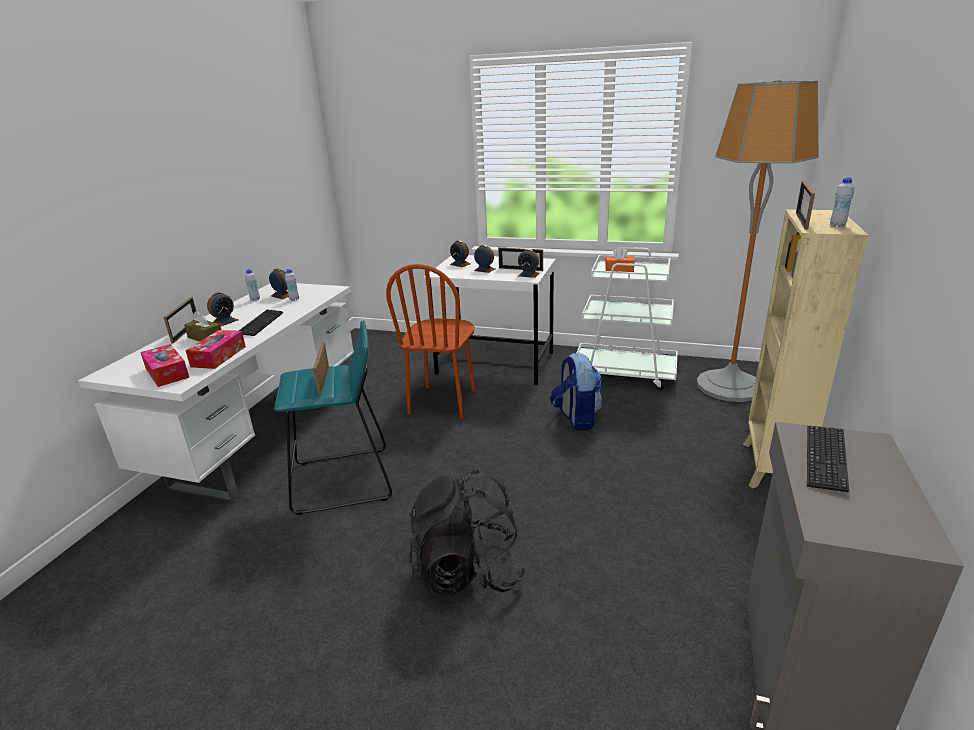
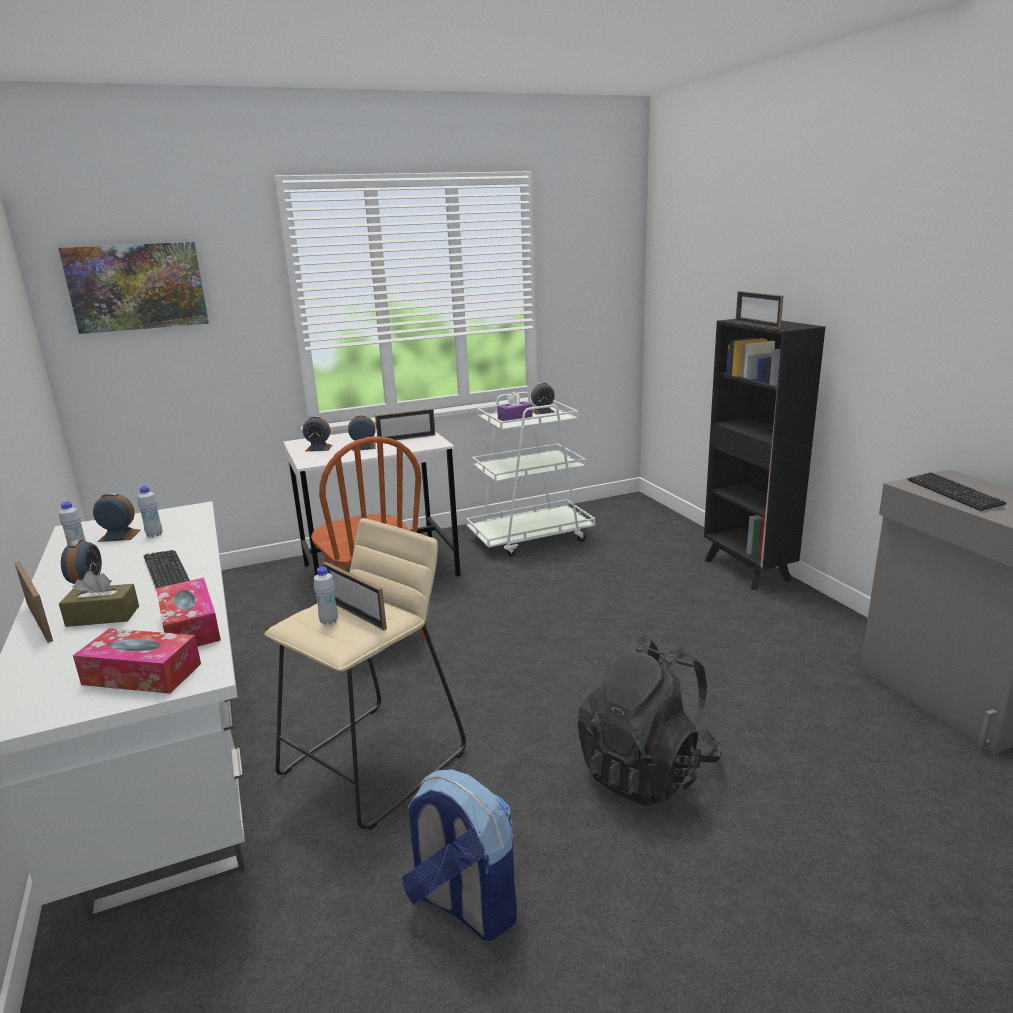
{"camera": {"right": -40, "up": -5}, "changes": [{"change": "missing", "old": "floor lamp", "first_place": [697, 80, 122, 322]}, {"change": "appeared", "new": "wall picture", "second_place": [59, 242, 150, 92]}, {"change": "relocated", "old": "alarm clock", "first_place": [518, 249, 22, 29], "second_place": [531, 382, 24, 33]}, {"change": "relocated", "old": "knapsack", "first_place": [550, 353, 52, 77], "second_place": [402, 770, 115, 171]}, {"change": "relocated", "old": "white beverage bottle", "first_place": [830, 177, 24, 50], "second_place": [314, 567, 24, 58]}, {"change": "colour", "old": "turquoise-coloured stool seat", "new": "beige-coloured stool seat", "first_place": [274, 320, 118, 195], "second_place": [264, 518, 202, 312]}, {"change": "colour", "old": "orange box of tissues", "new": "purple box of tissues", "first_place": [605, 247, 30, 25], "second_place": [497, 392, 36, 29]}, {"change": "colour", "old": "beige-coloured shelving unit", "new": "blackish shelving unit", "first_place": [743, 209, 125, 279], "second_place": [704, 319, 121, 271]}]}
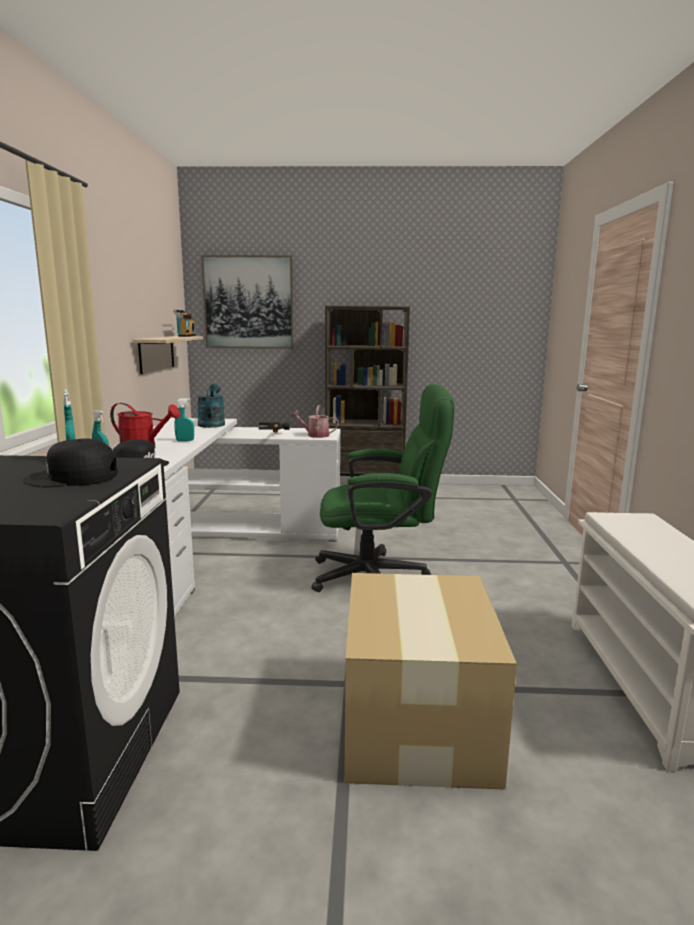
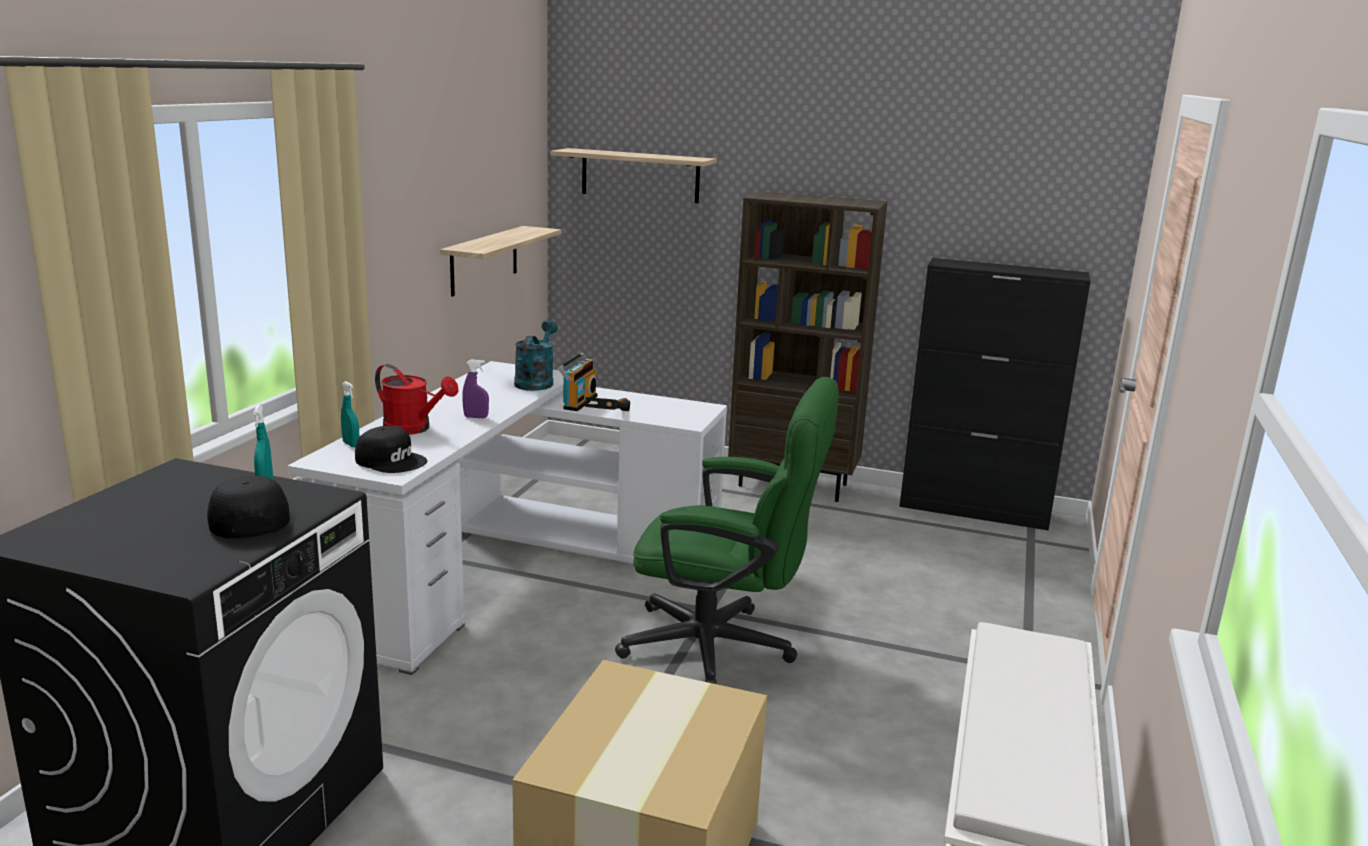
{"camera": {"right": 15, "up": 5}, "changes": [{"change": "missing", "old": "watering can", "first_place": [291, 405, 48, 33]}, {"change": "appeared", "new": "blackish cupboard", "second_place": [899, 258, 192, 272]}, {"change": "relocated", "old": "radio", "first_place": [173, 310, 23, 27], "second_place": [558, 353, 39, 58]}, {"change": "exchanged", "old": "wall picture", "new": "wall shelf", "first_place": [201, 255, 93, 94], "second_place": [551, 148, 166, 55]}, {"change": "colour", "old": "turquoise-coloured hand sprayer", "new": "purple hand sprayer", "first_place": [174, 398, 20, 43], "second_place": [462, 360, 27, 58]}, {"change": "spun", "old": "blackish peaked cap", "first_place": [23, 438, 95, 49], "second_place": [207, 476, 83, 62], "degrees": 60}]}
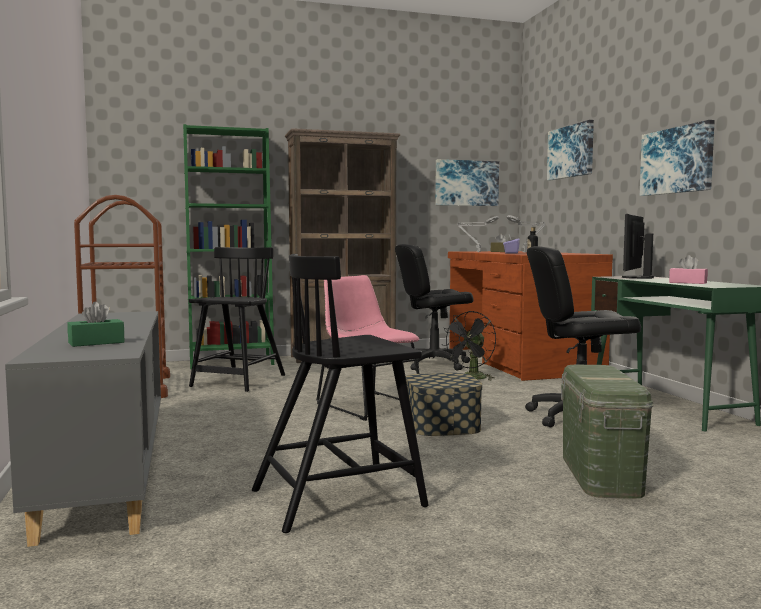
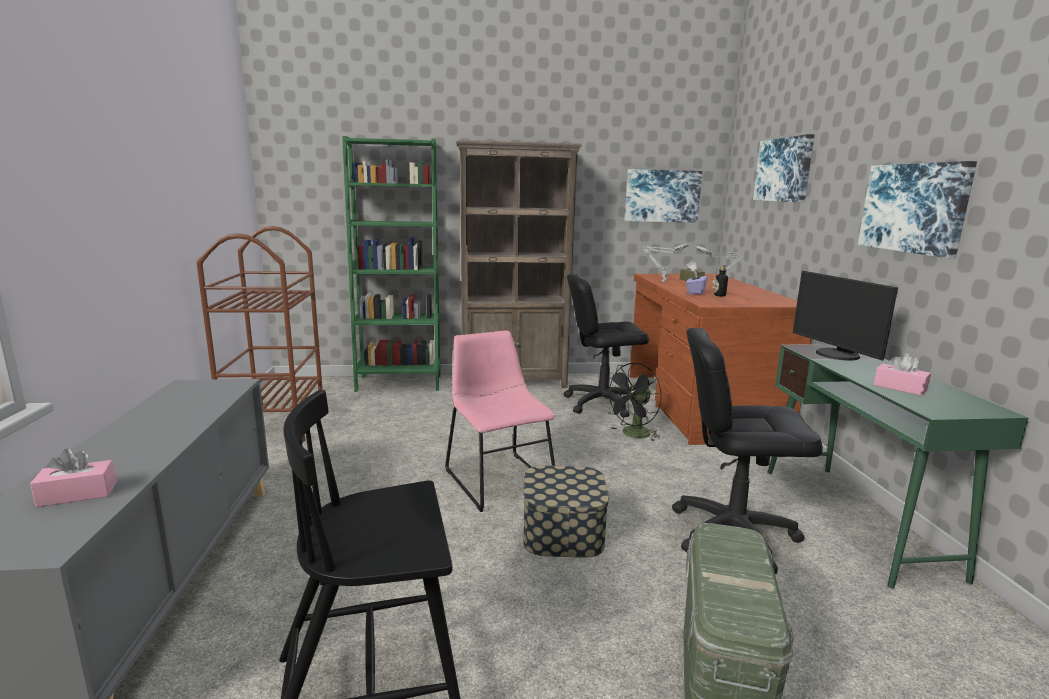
{"camera": {"right": 10, "up": 10}, "changes": [{"change": "missing", "old": "blackish plain chair", "first_place": [189, 247, 96, 145]}, {"change": "colour", "old": "greenish box of tissues", "new": "pink box of tissues", "first_place": [67, 302, 58, 45], "second_place": [30, 449, 86, 58]}, {"change": "spun", "old": "computer display", "first_place": [621, 214, 33, 65], "second_place": [793, 271, 105, 90], "degrees": -60}]}
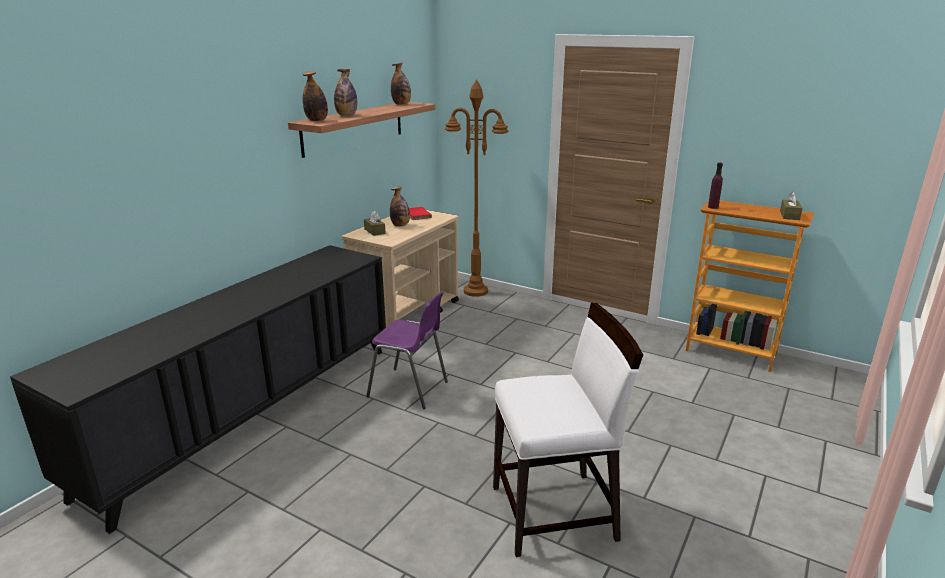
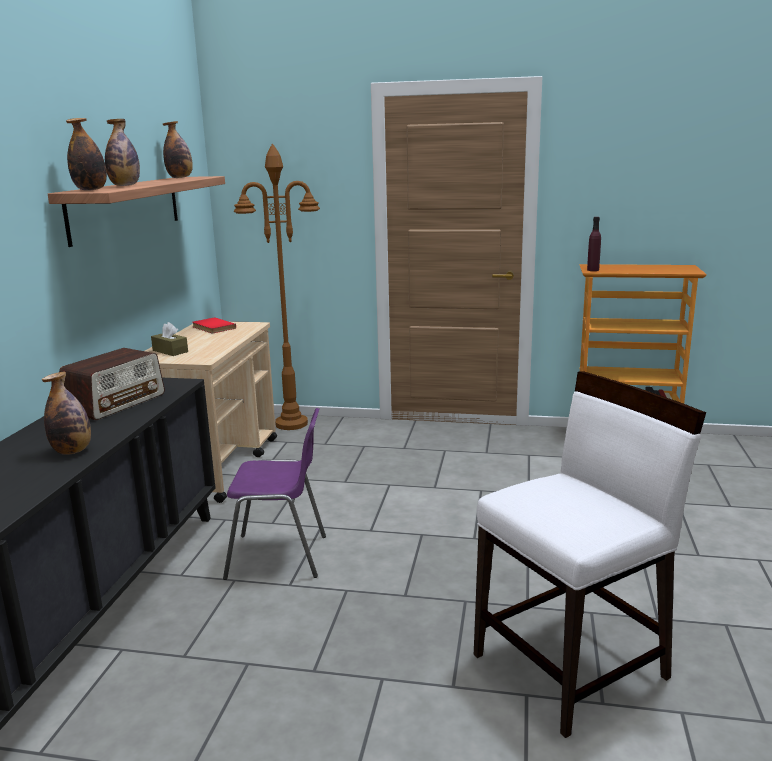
{"camera": {"right": -20, "up": -5}, "changes": [{"change": "missing", "old": "brown-coloured box of tissues", "first_place": [780, 192, 23, 28]}, {"change": "appeared", "new": "radio", "second_place": [59, 348, 106, 72]}, {"change": "relocated", "old": "beverage bottle", "first_place": [390, 186, 20, 41], "second_place": [42, 372, 49, 83]}]}
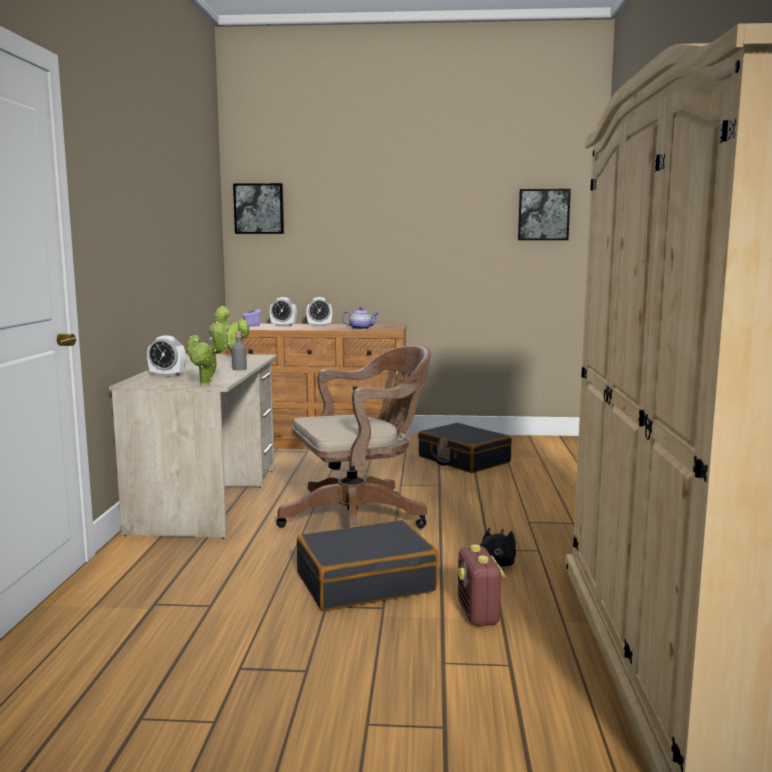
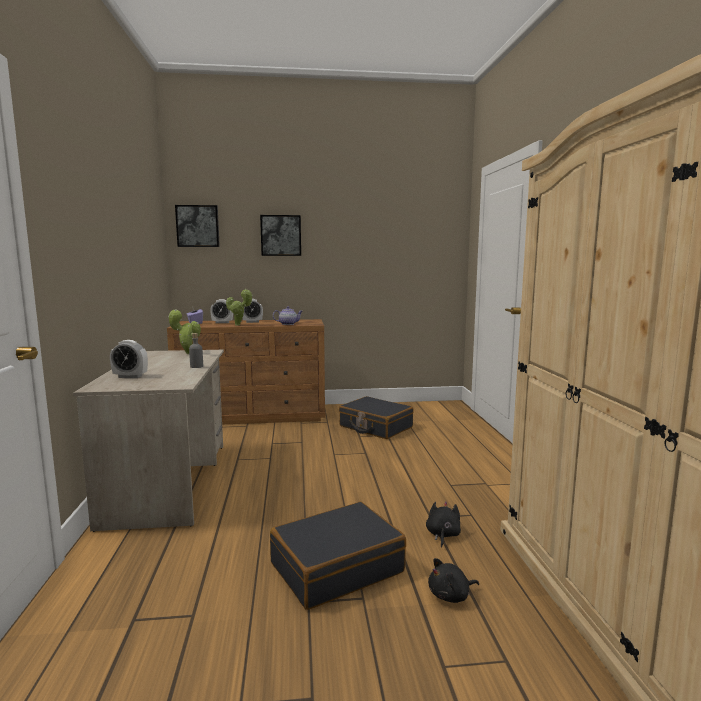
{"camera": {"right": -10, "up": 0}, "changes": [{"change": "missing", "old": "brown-coloured computer chair", "first_place": [276, 345, 155, 184]}, {"change": "relocated", "old": "plant in a pot", "first_place": [187, 322, 42, 64], "second_place": [226, 289, 27, 37]}, {"change": "relocated", "old": "wall picture", "first_place": [517, 189, 54, 51], "second_place": [260, 215, 41, 41]}, {"change": "exchanged", "old": "radio", "new": "blackish plush toy", "first_place": [458, 544, 47, 82], "second_place": [428, 558, 51, 45]}]}
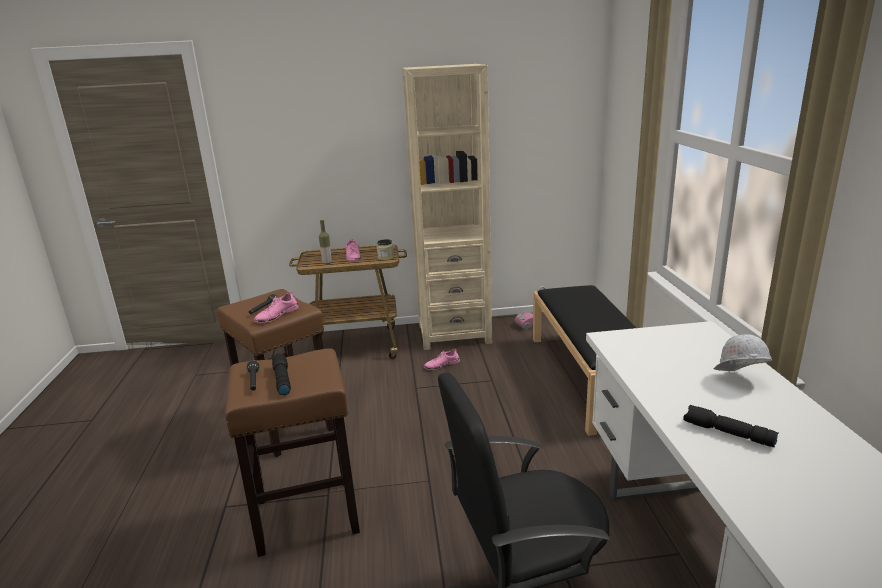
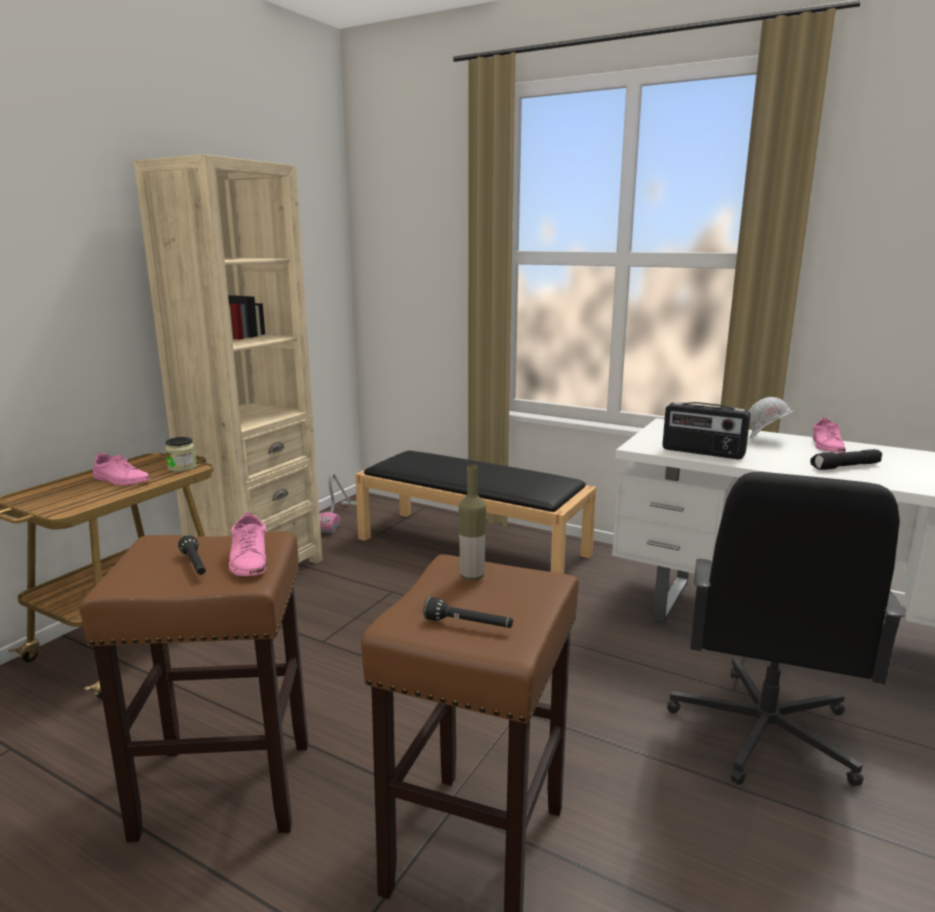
{"camera": {"right": -55, "up": -5}, "changes": [{"change": "missing", "old": "blackish torch", "first_place": [272, 353, 19, 42]}, {"change": "appeared", "new": "radio", "second_place": [662, 402, 88, 57]}, {"change": "relocated", "old": "beverage bottle", "first_place": [319, 220, 13, 45], "second_place": [459, 465, 27, 116]}, {"change": "relocated", "old": "pink shoe", "first_place": [424, 349, 36, 21], "second_place": [813, 417, 33, 36]}]}
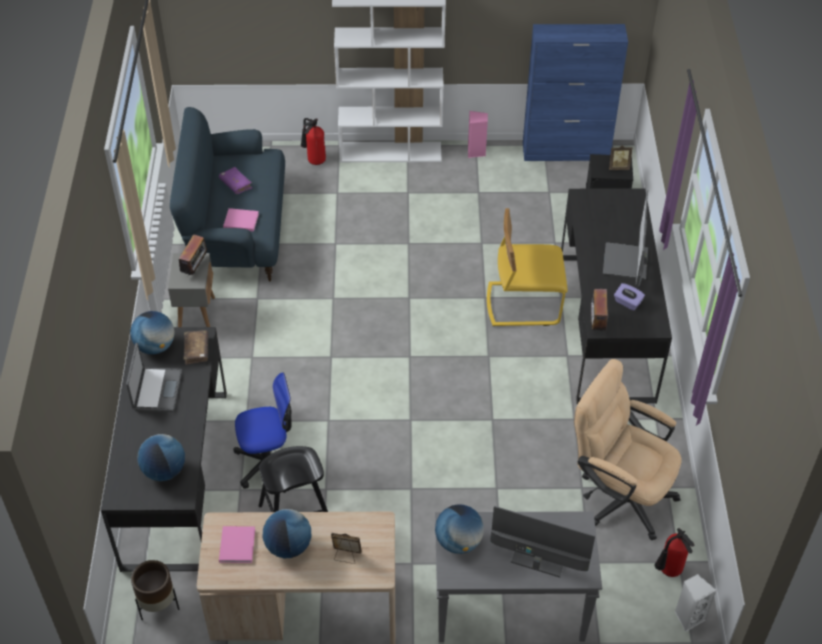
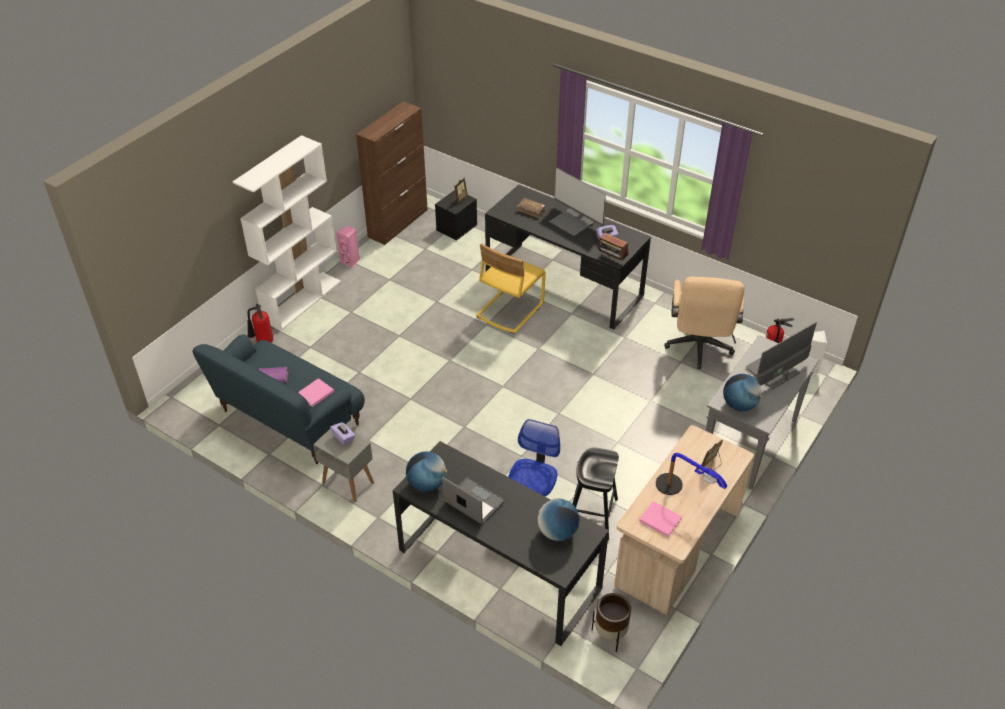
{"camera": {"right": -55, "up": -5}, "changes": [{"change": "relocated", "old": "brown-coloured volume", "first_place": [184, 330, 24, 35], "second_place": [517, 198, 29, 21]}, {"change": "exchanged", "old": "radio", "new": "purple box of tissues", "first_place": [179, 234, 29, 42], "second_place": [330, 422, 25, 24]}, {"change": "exchanged", "old": "world globe", "new": "lamp for a table", "first_place": [263, 509, 48, 49], "second_place": [656, 453, 71, 42]}, {"change": "colour", "old": "blue-coloured cupboard", "new": "brown-coloured cupboard", "first_place": [523, 24, 105, 137], "second_place": [356, 101, 72, 144]}, {"change": "spun", "old": "beige-coloured computer chair", "first_place": [574, 359, 108, 181], "second_place": [664, 277, 80, 92], "degrees": -60}]}
